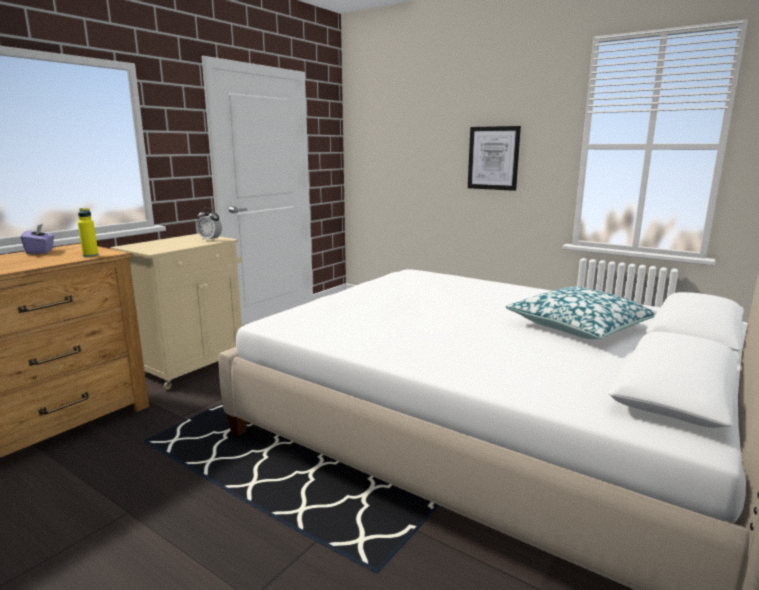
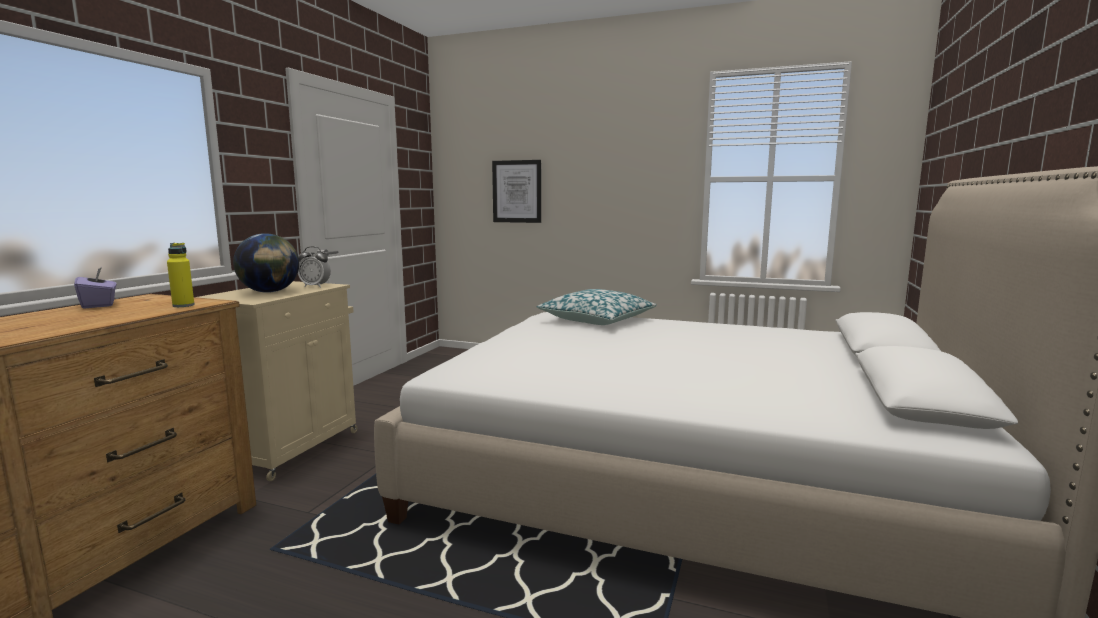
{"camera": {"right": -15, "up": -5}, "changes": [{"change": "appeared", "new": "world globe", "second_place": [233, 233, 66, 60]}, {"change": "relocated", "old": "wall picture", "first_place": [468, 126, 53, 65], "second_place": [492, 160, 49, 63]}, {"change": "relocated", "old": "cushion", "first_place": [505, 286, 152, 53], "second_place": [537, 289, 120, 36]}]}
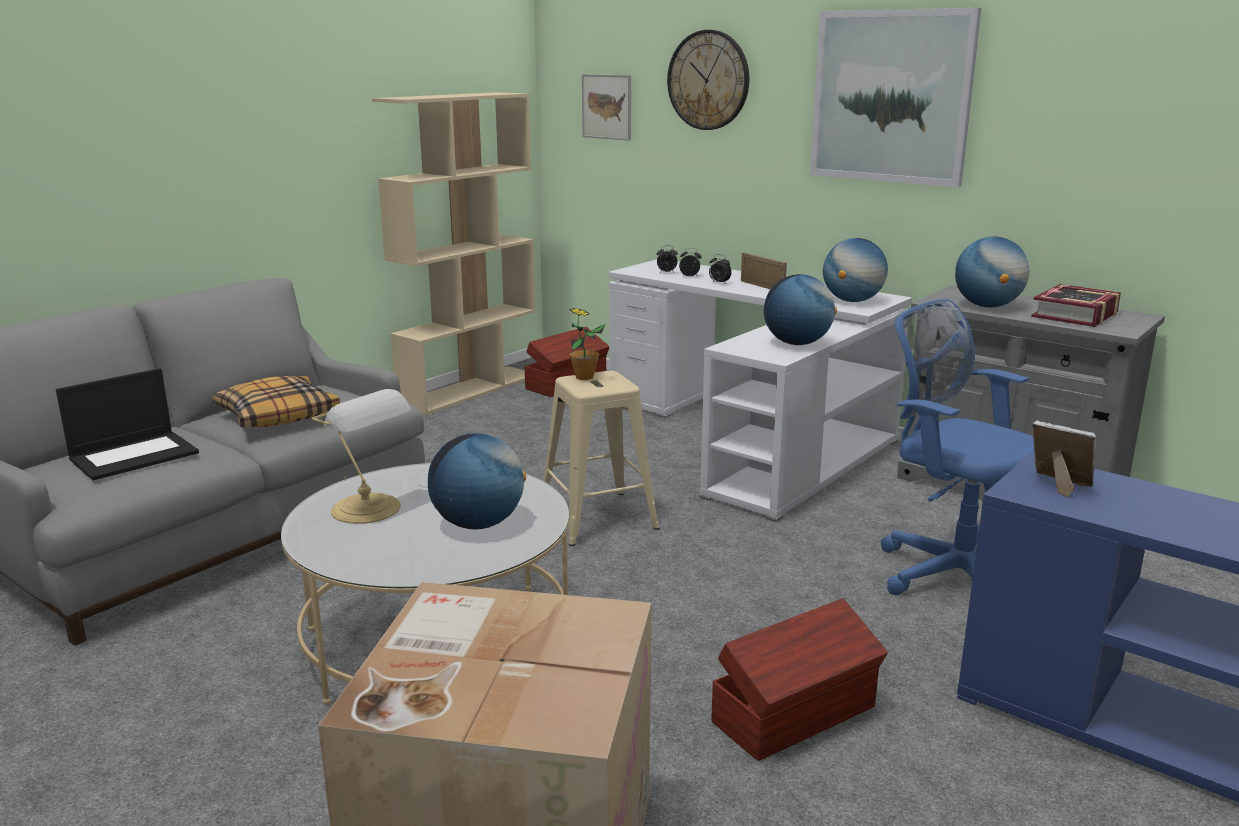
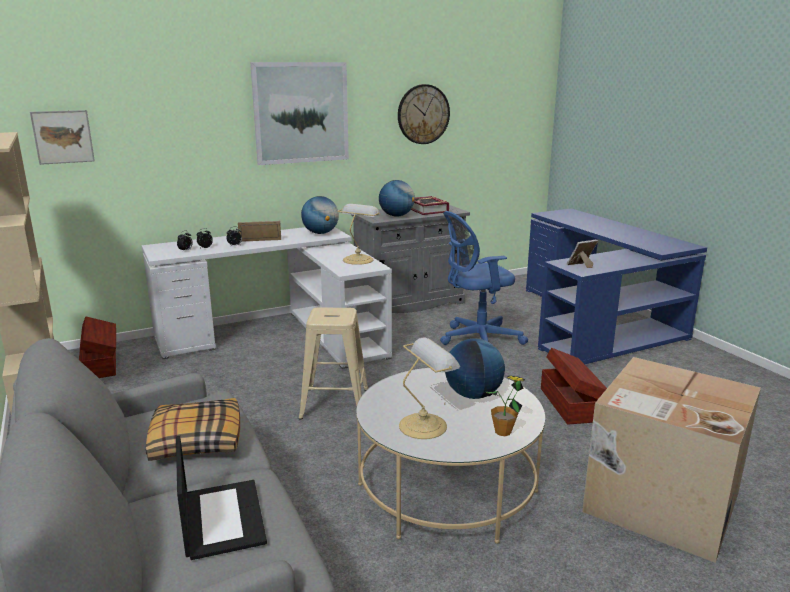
{"camera": {"right": -65, "up": 0}, "changes": [{"change": "relocated", "old": "plant in a pot", "first_place": [569, 308, 37, 72], "second_place": [485, 376, 40, 60]}, {"change": "relocated", "old": "hanging clock", "first_place": [667, 30, 82, 100], "second_place": [398, 84, 52, 60]}, {"change": "exchanged", "old": "world globe", "new": "lamp for a table", "first_place": [764, 274, 73, 71], "second_place": [337, 204, 43, 61]}]}
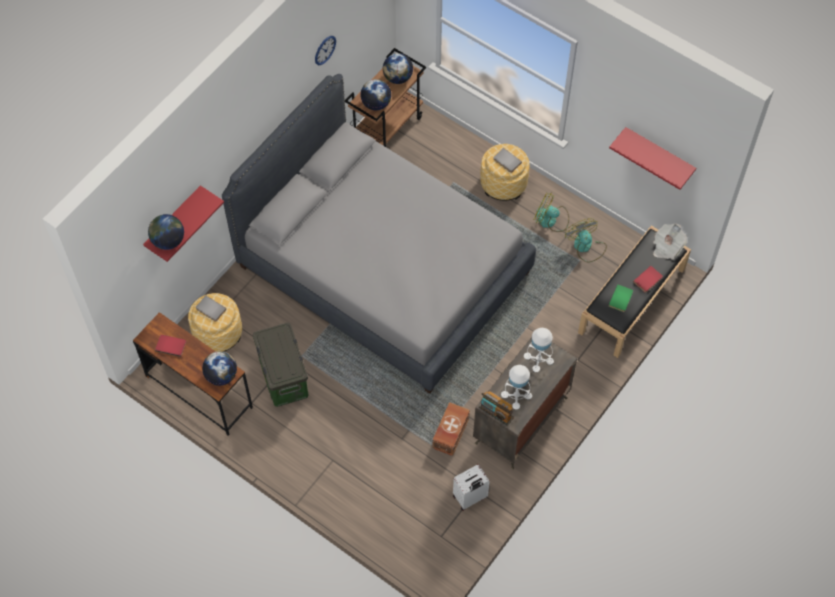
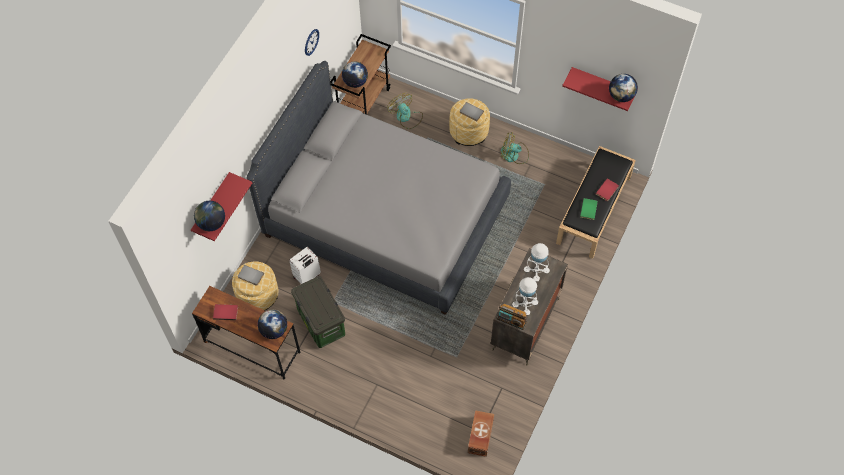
{"camera": {"right": -10, "up": 0}, "changes": [{"change": "missing", "old": "newspaper", "first_place": [653, 224, 34, 36]}, {"change": "relocated", "old": "world globe", "first_place": [383, 53, 30, 31], "second_place": [609, 74, 29, 28]}, {"change": "relocated", "old": "brown-coloured storage box", "first_place": [432, 402, 38, 54], "second_place": [468, 410, 26, 47]}, {"change": "relocated", "old": "white piece of luggage", "first_place": [453, 464, 37, 47], "second_place": [289, 247, 32, 37]}, {"change": "relocated", "old": "cooling fan", "first_place": [565, 218, 42, 45], "second_place": [387, 93, 36, 36]}]}
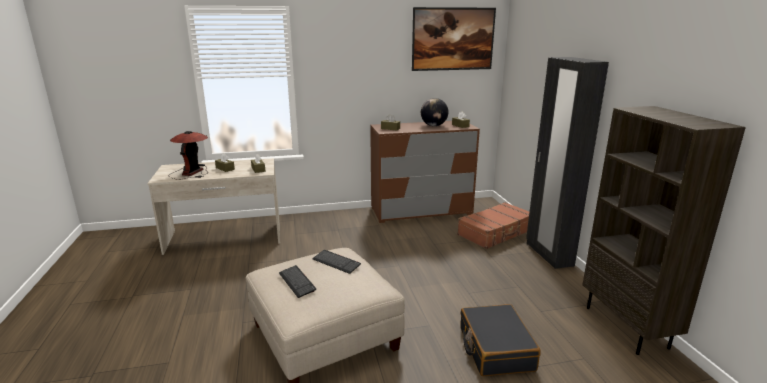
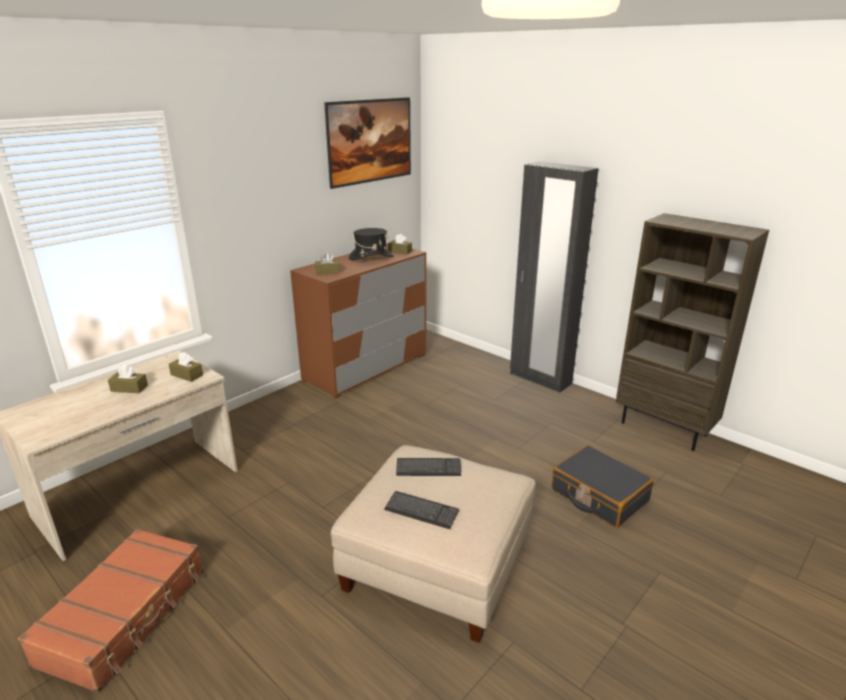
{"camera": {"right": -35, "up": 5}, "changes": [{"change": "missing", "old": "lamp for a table", "first_place": [169, 131, 39, 49]}, {"change": "relocated", "old": "brown-coloured piece of luggage", "first_place": [457, 202, 72, 47], "second_place": [18, 528, 186, 165]}, {"change": "exchanged", "old": "world globe", "new": "blackish clothing hat", "first_place": [421, 98, 28, 28], "second_place": [349, 228, 45, 32]}]}
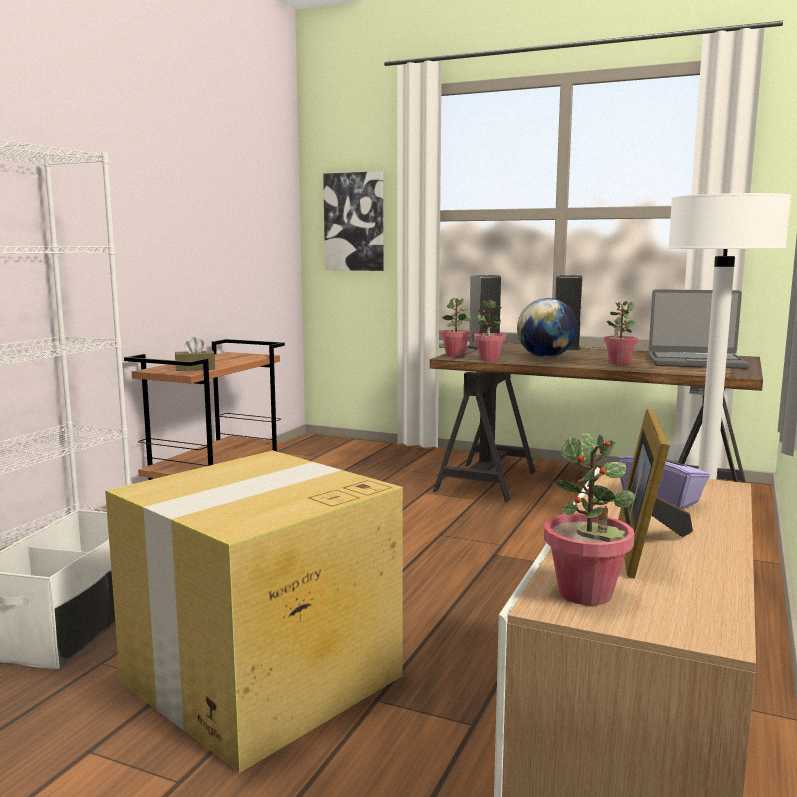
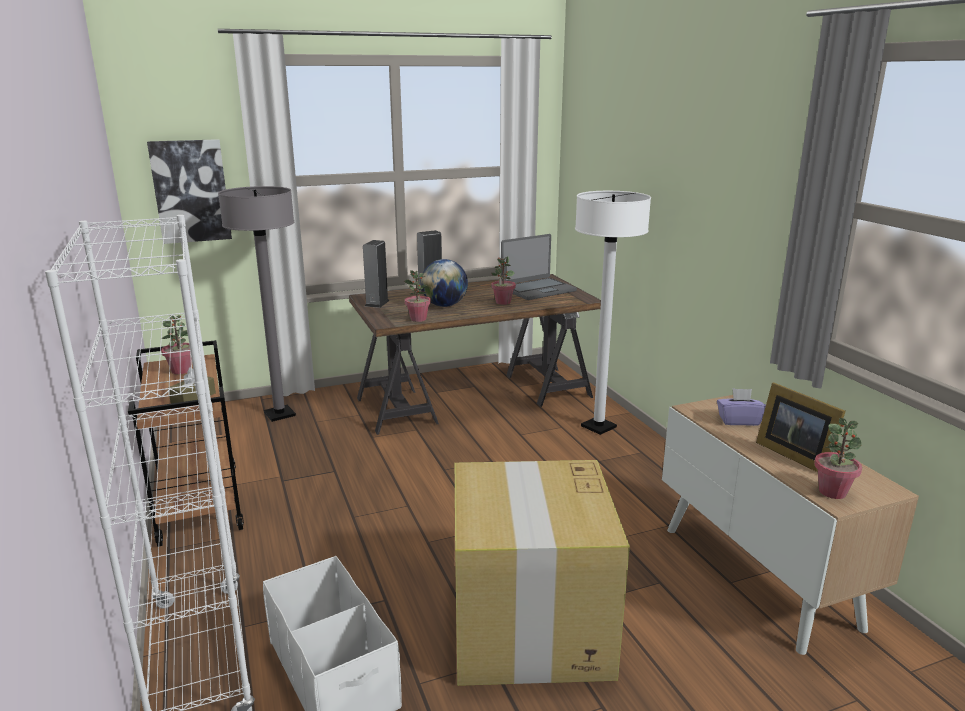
{"camera": {"right": -45, "up": 10}, "changes": [{"change": "appeared", "new": "greyish floor lamp", "second_place": [218, 186, 78, 236]}, {"change": "relocated", "old": "plant in a pot", "first_place": [440, 297, 31, 60], "second_place": [161, 315, 31, 59]}]}
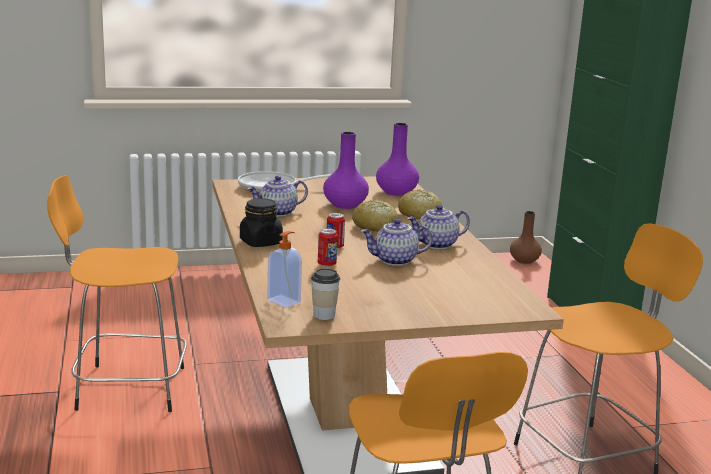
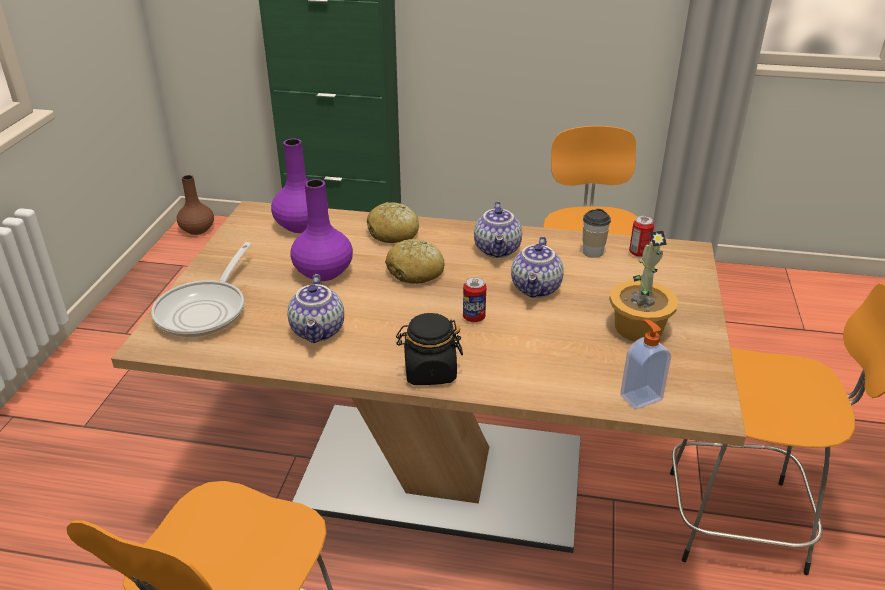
{"camera": {"right": -65, "up": 15}, "changes": [{"change": "appeared", "new": "plant in a pot", "second_place": [609, 231, 69, 110]}, {"change": "relocated", "old": "cup", "first_place": [311, 268, 29, 52], "second_place": [583, 209, 28, 49]}, {"change": "relocated", "old": "can", "first_place": [318, 228, 20, 39], "second_place": [629, 216, 25, 41]}]}
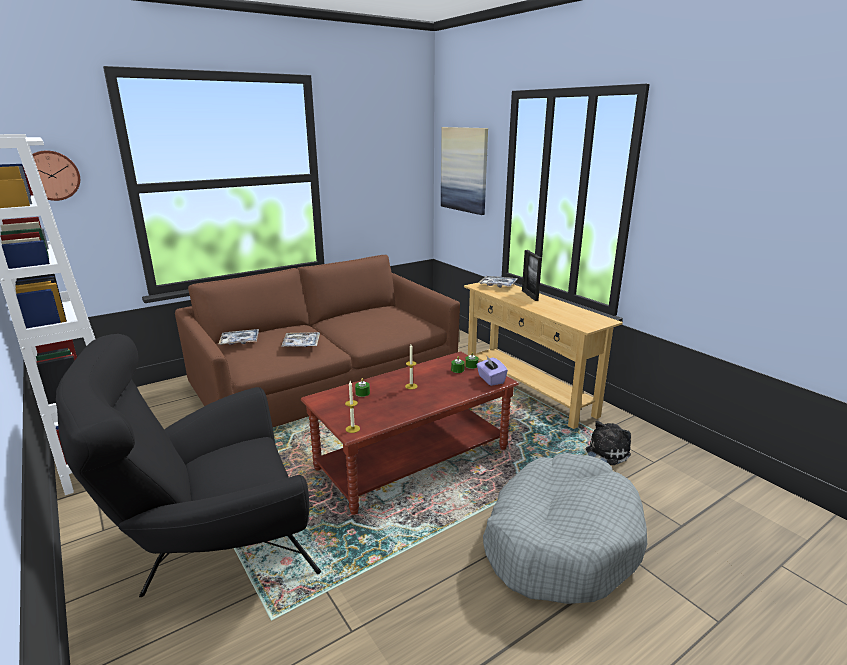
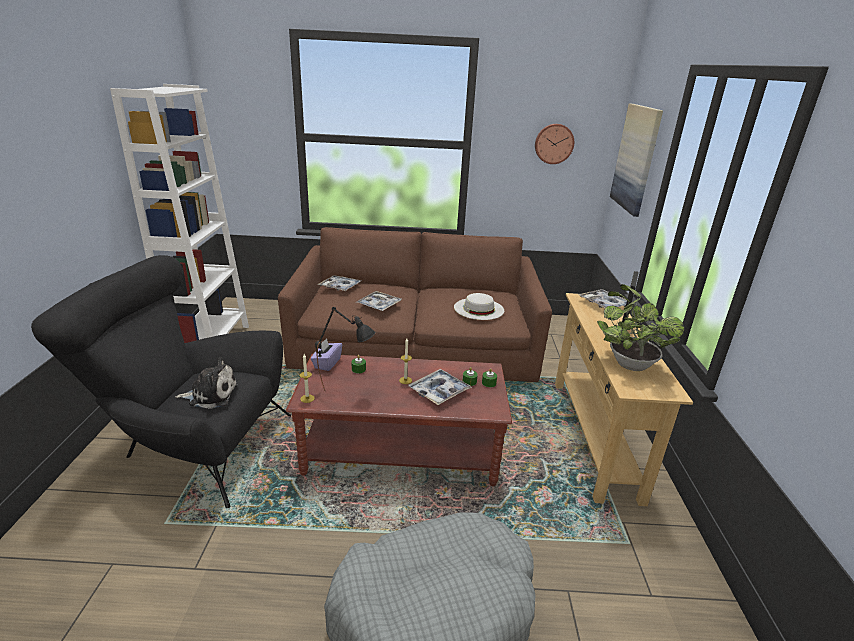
{"camera": {"right": 35, "up": 5}, "changes": [{"change": "appeared", "new": "blackish lamp for a table", "second_place": [315, 307, 61, 84]}, {"change": "appeared", "new": "serving tray", "second_place": [408, 369, 64, 36]}, {"change": "appeared", "new": "white clothing hat", "second_place": [454, 293, 50, 27]}, {"change": "appeared", "new": "plant in a pot", "second_place": [597, 284, 87, 87]}, {"change": "relocated", "old": "hanging clock", "first_place": [32, 150, 48, 51], "second_place": [535, 124, 39, 40]}, {"change": "relocated", "old": "purple box of tissues", "first_place": [476, 355, 32, 31], "second_place": [311, 338, 31, 33]}, {"change": "relocated", "old": "plush toy", "first_place": [586, 421, 45, 44], "second_place": [175, 357, 63, 52]}]}
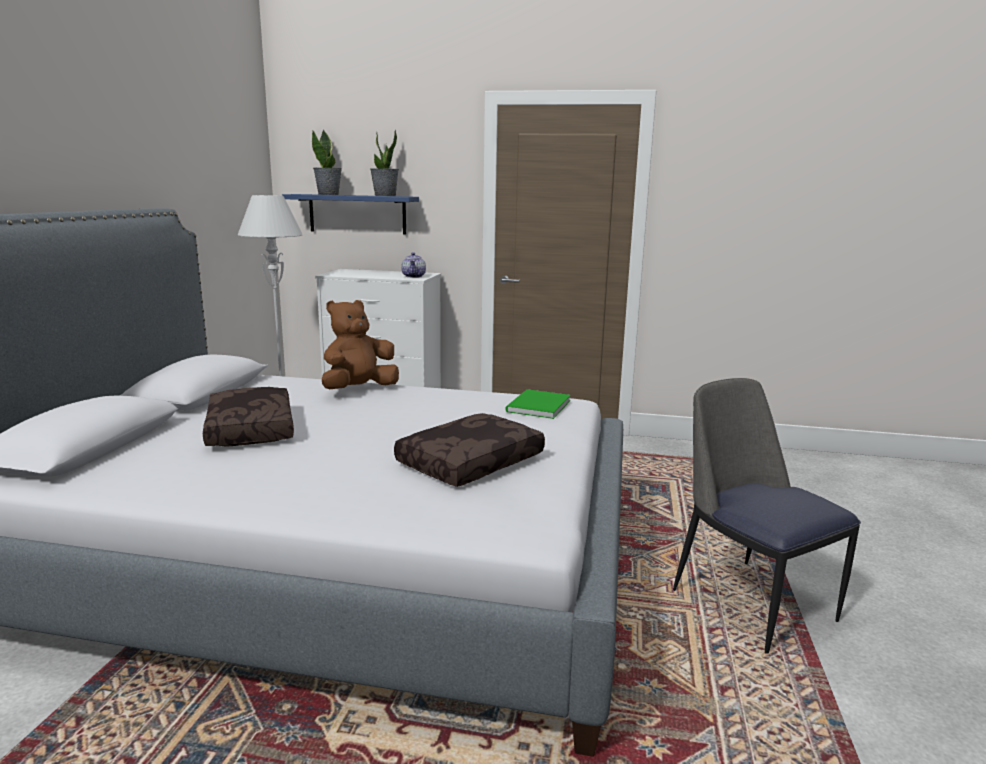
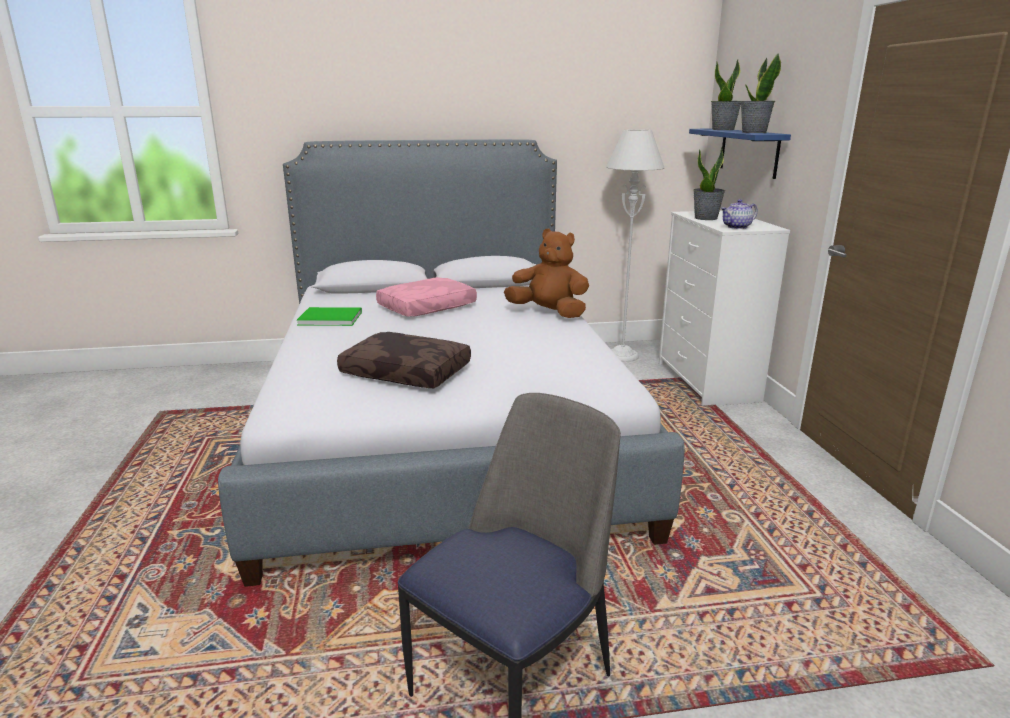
{"camera": {"right": 70, "up": 5}, "changes": [{"change": "appeared", "new": "plant in a pot", "second_place": [693, 148, 32, 72]}, {"change": "relocated", "old": "greenish volume", "first_place": [505, 389, 66, 30], "second_place": [297, 307, 65, 19]}, {"change": "colour", "old": "brown-coloured cushion", "new": "pink cushion", "first_place": [203, 387, 91, 60], "second_place": [376, 277, 101, 39]}]}
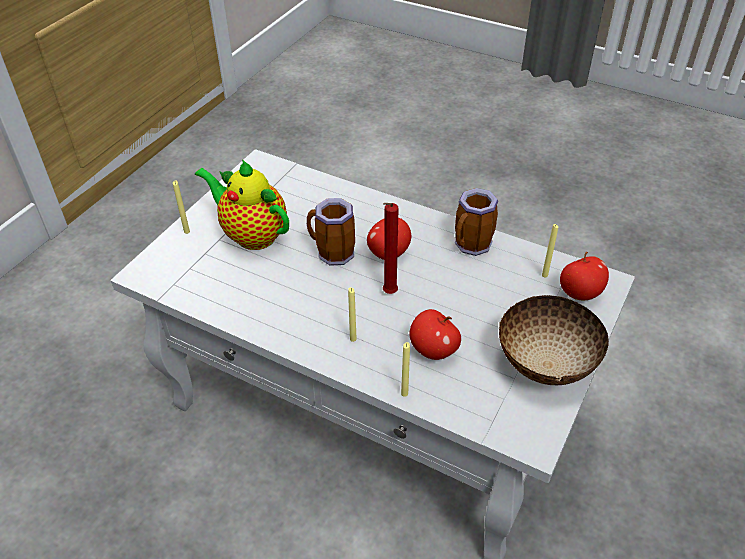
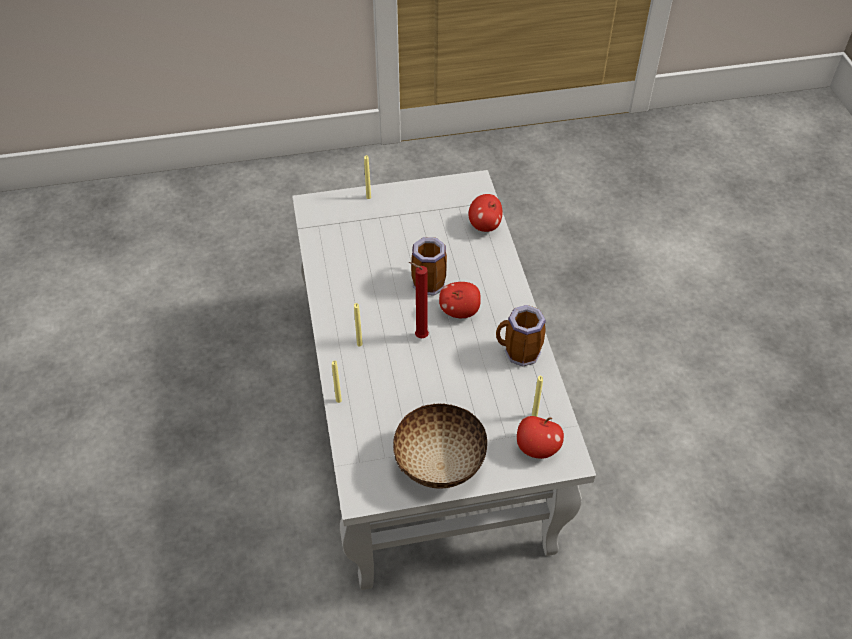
{"camera": {"right": 50, "up": 5}, "changes": [{"change": "missing", "old": "tea pot", "first_place": [195, 159, 94, 91]}, {"change": "relocated", "old": "apple", "first_place": [409, 309, 52, 51], "second_place": [469, 194, 33, 38]}]}
